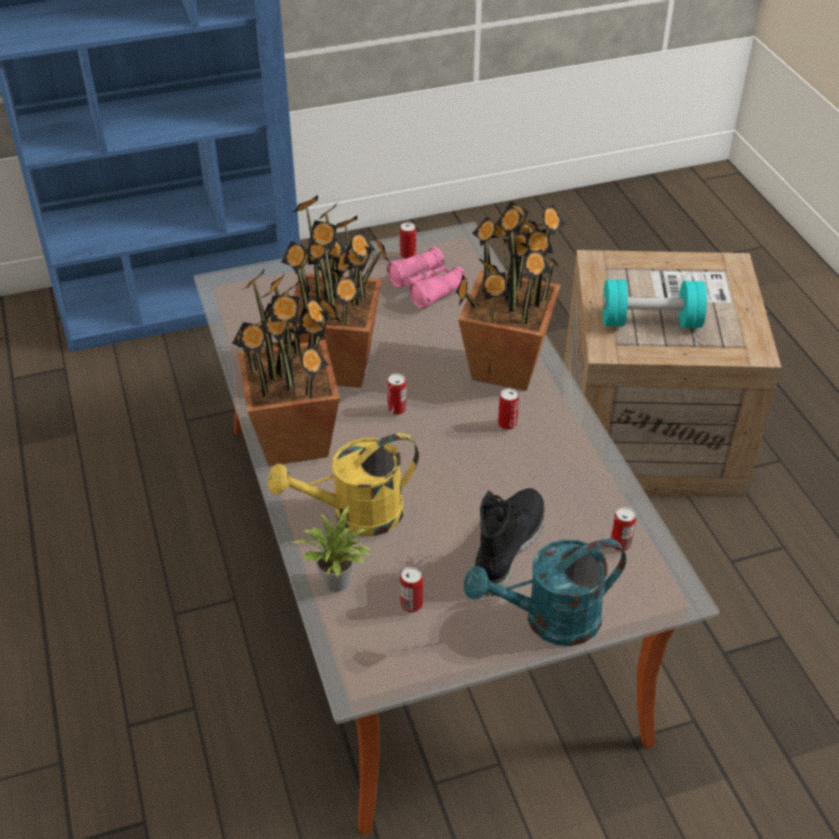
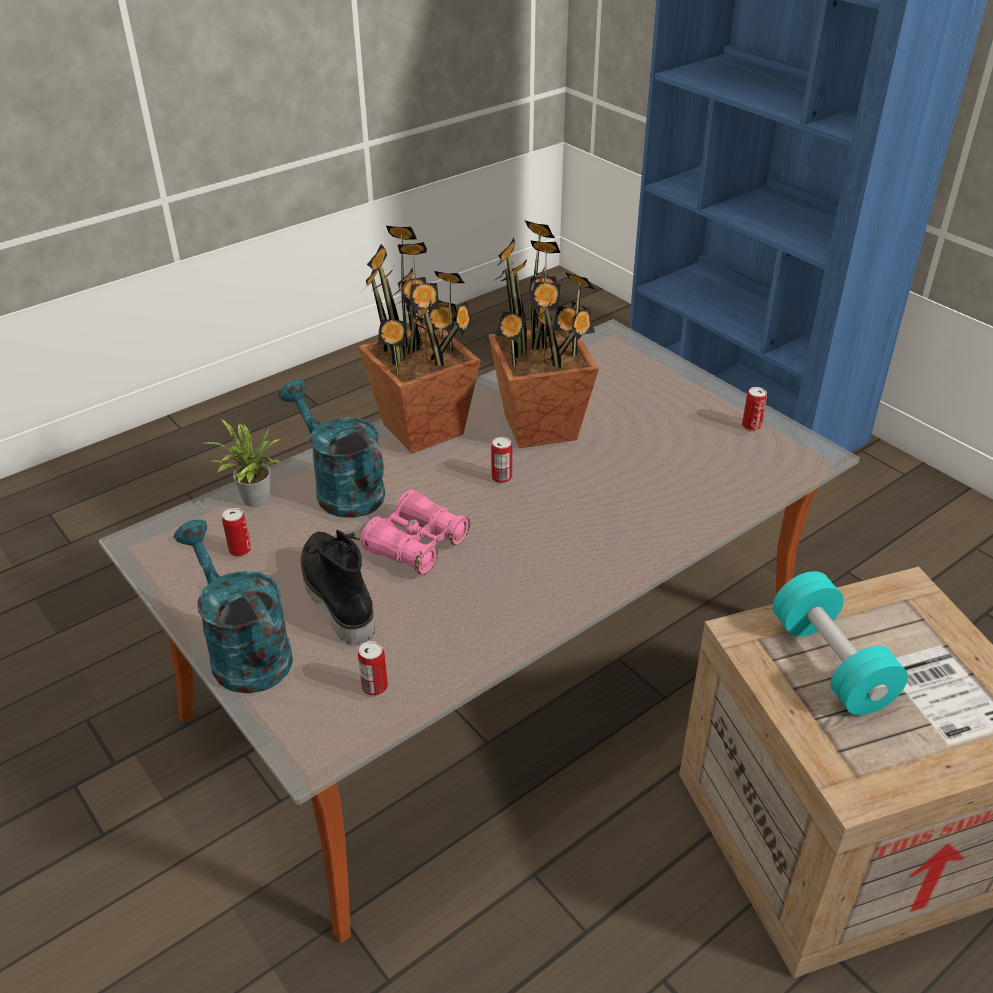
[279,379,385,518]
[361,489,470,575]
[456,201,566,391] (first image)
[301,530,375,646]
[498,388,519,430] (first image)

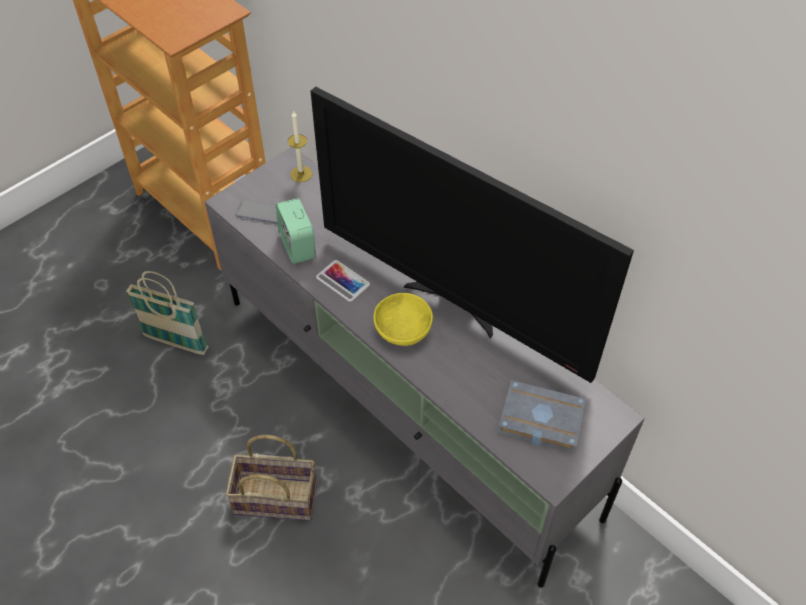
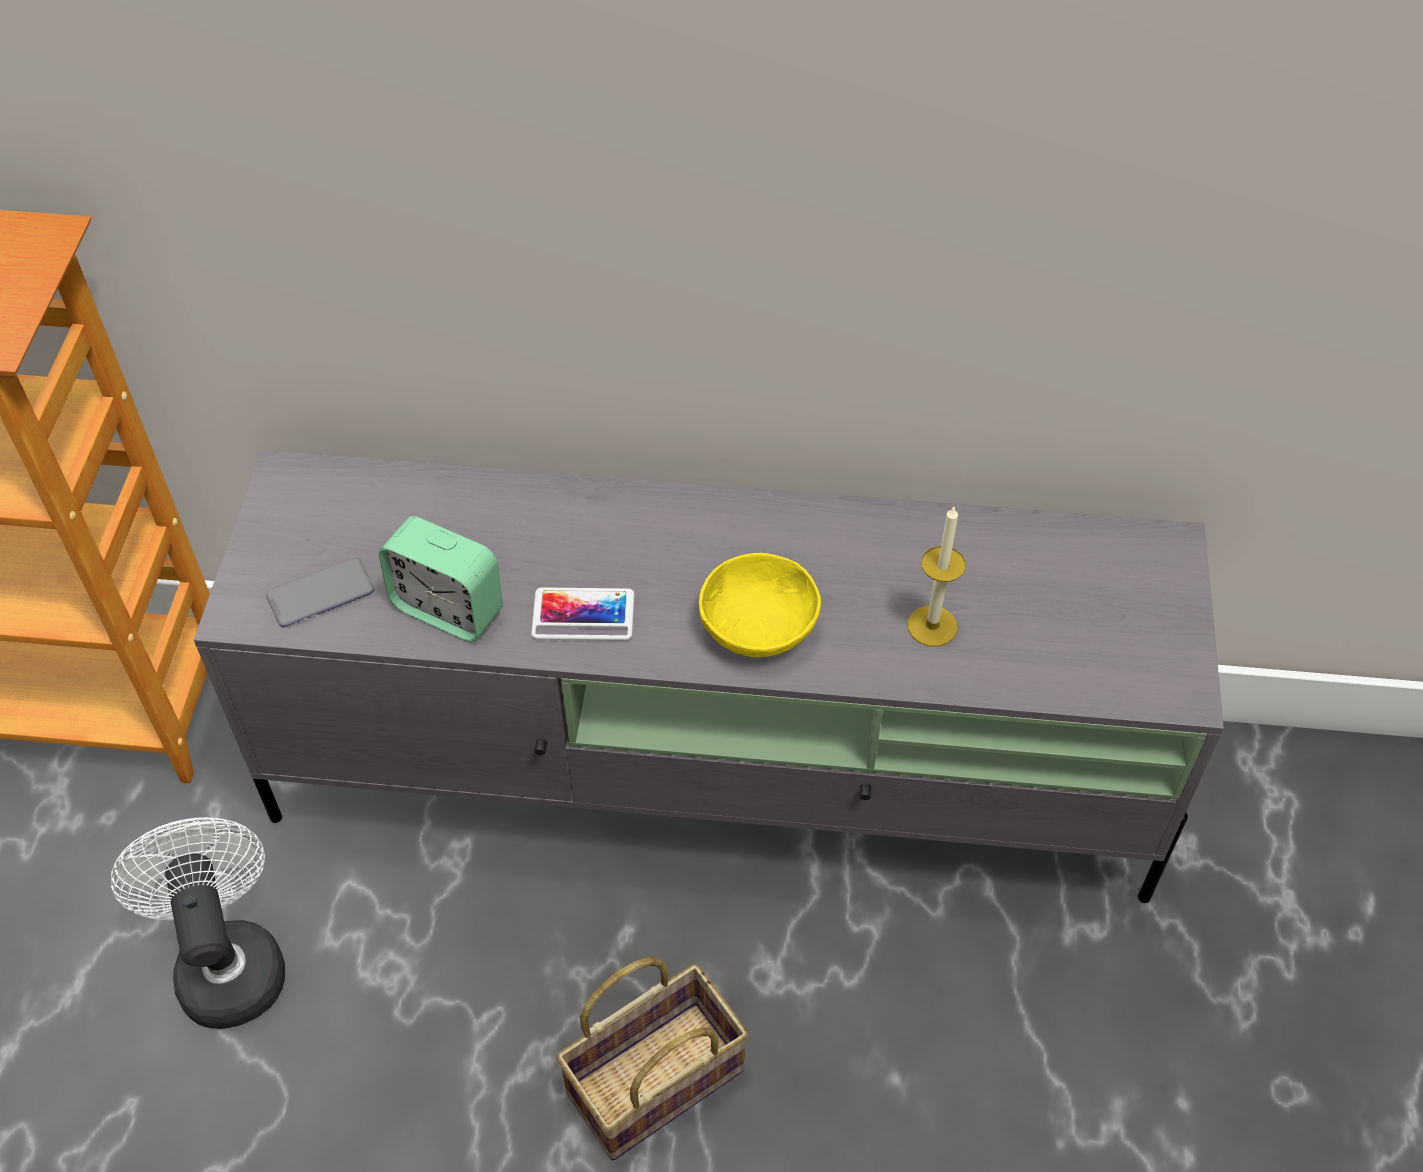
[111,817,285,1029]
[908,507,966,647]
[311,87,634,383] (first image)
[498,380,586,453] (first image)

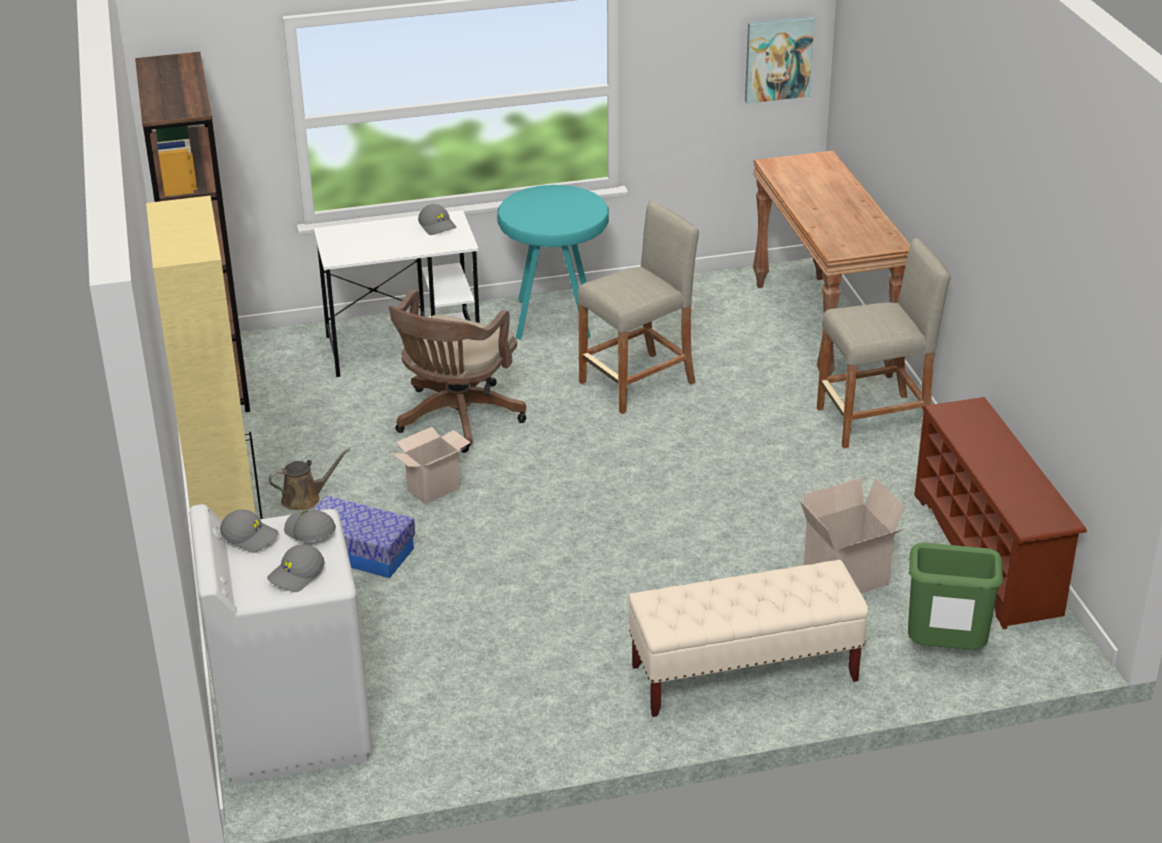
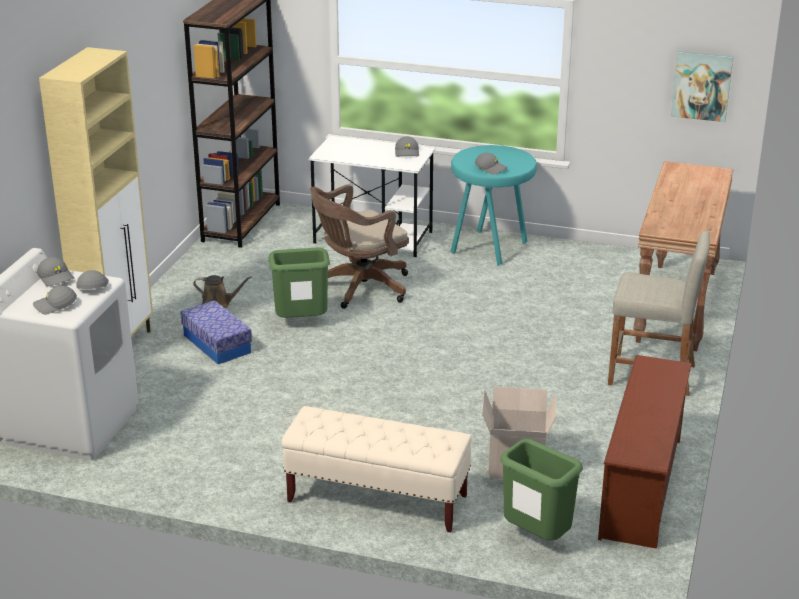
[268,247,330,318]
[577,201,699,414] (first image)
[475,153,507,175]

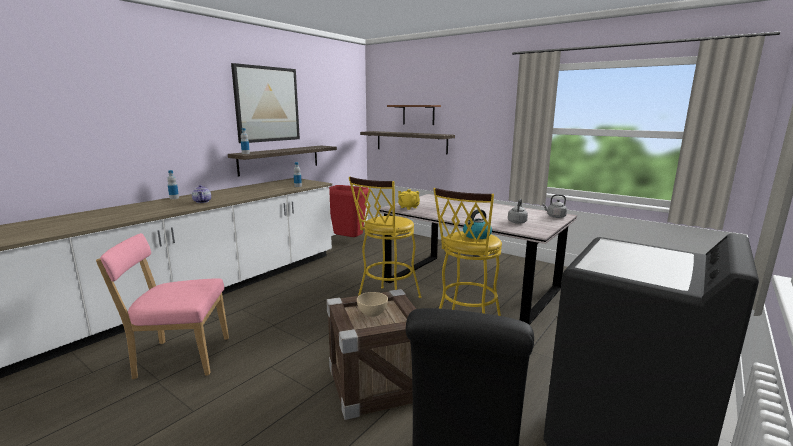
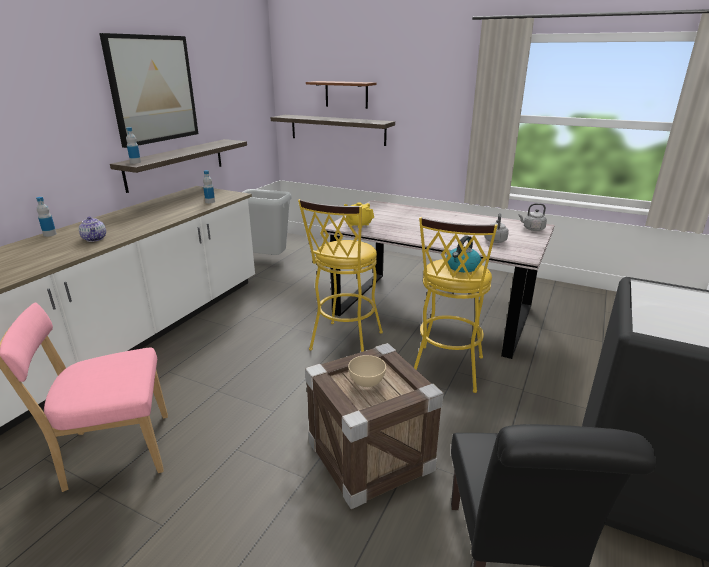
[243,189,292,255]

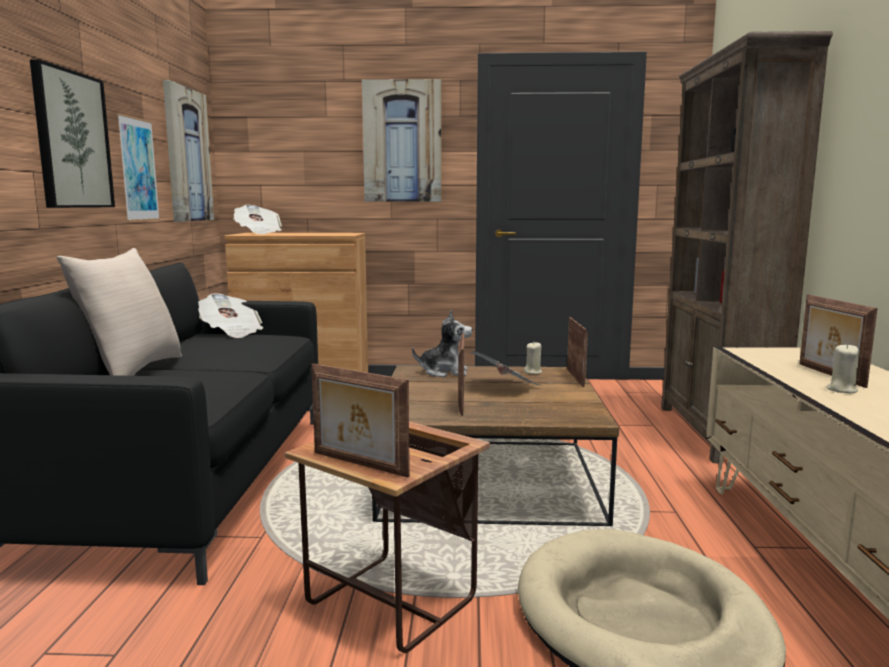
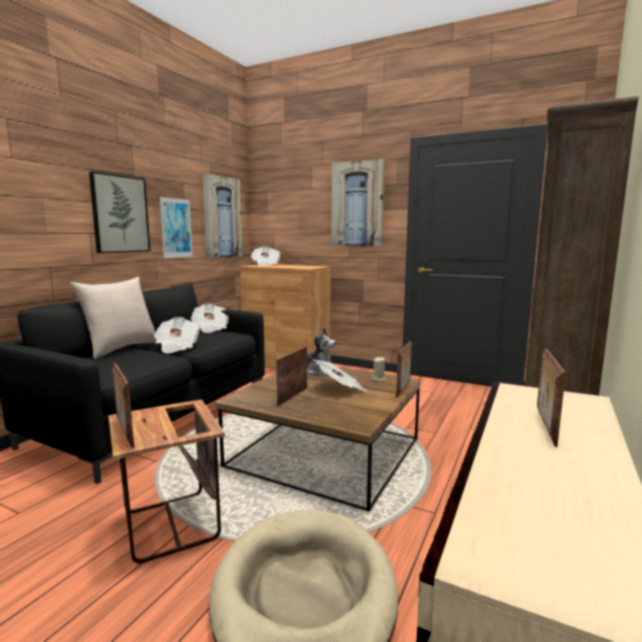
[827,344,860,393] (first image)
[154,317,200,353]

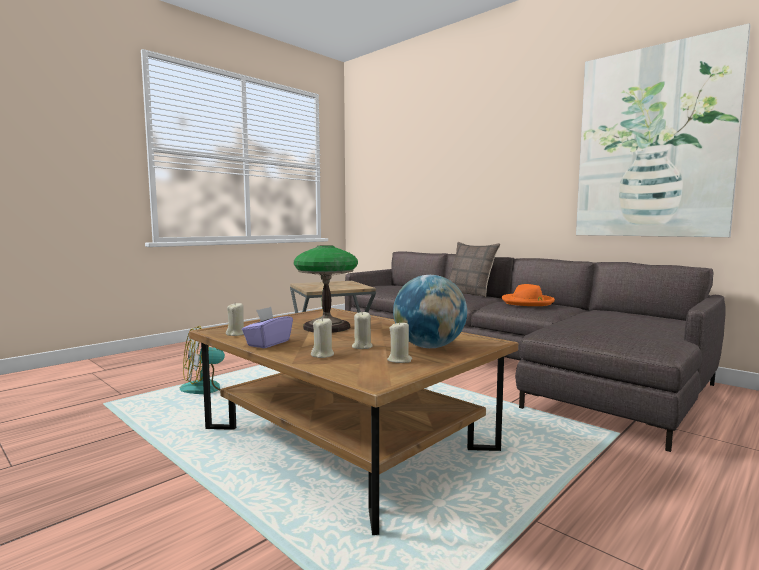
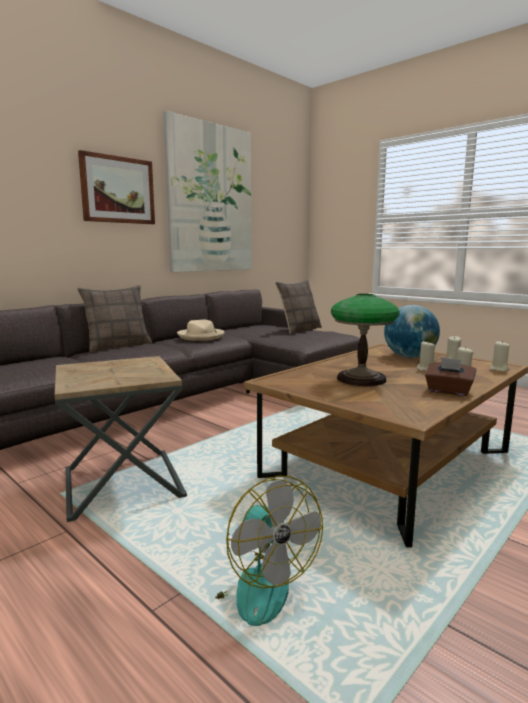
[489,341,510,371]
[425,357,476,396]
[177,320,224,341]
[78,150,155,224]
[275,279,322,335]

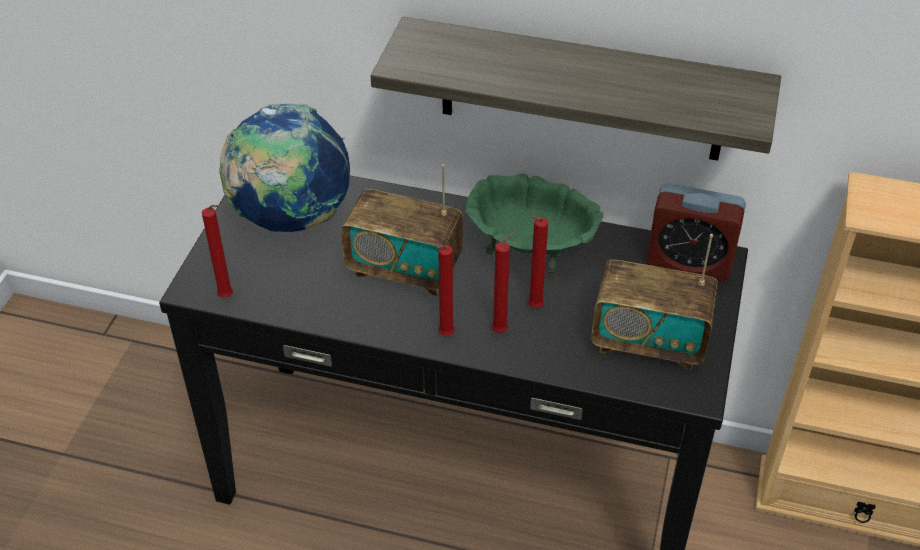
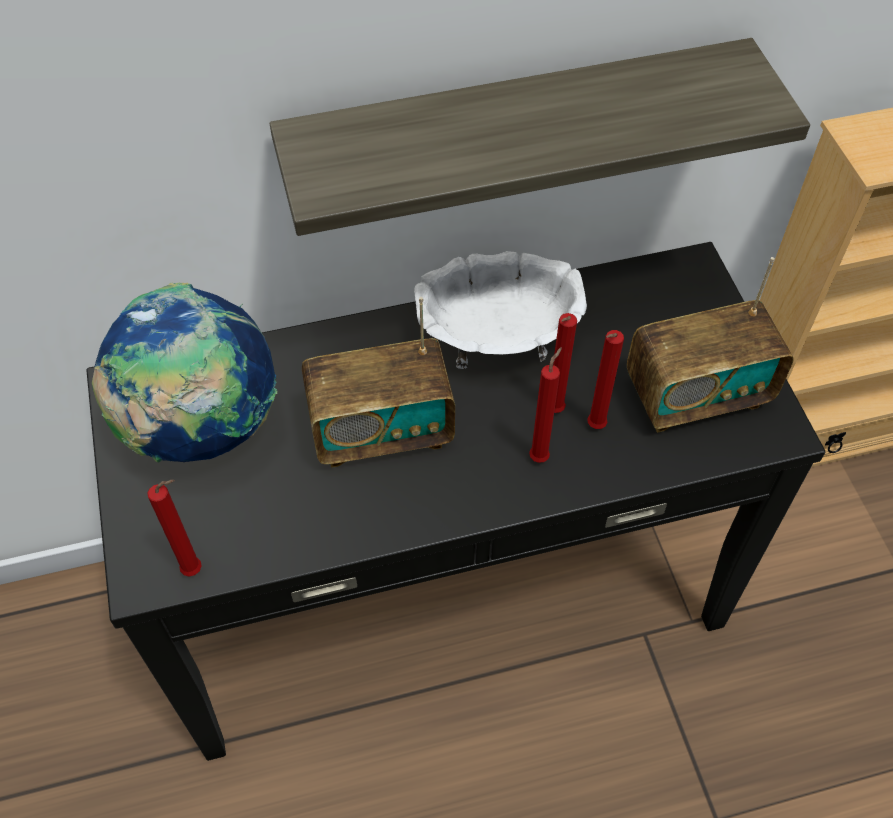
[587,330,624,429]
[414,251,587,369]
[647,183,746,282] (first image)

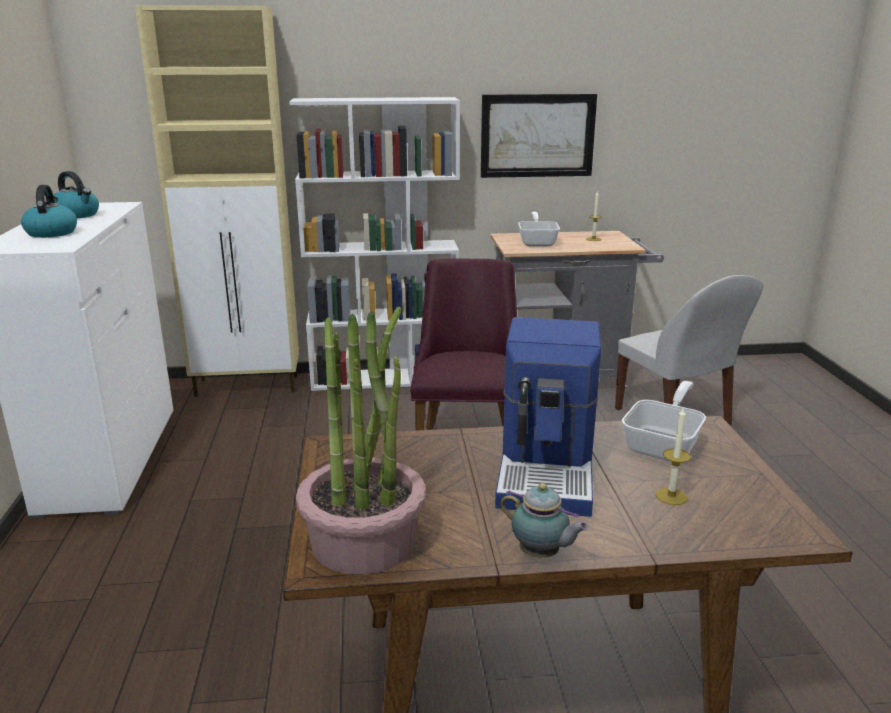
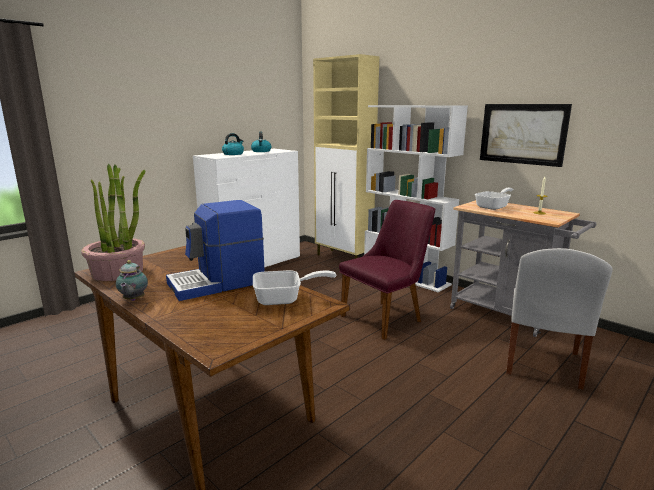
[656,406,691,505] (first image)

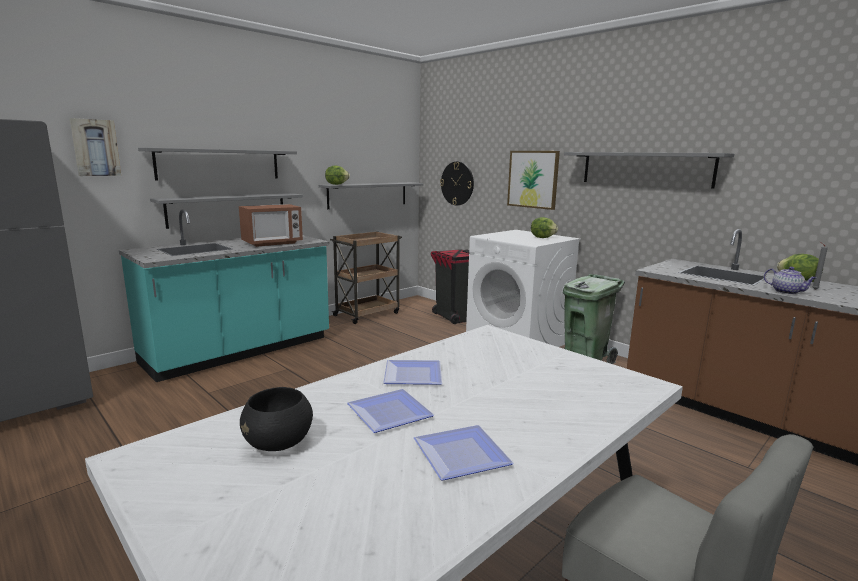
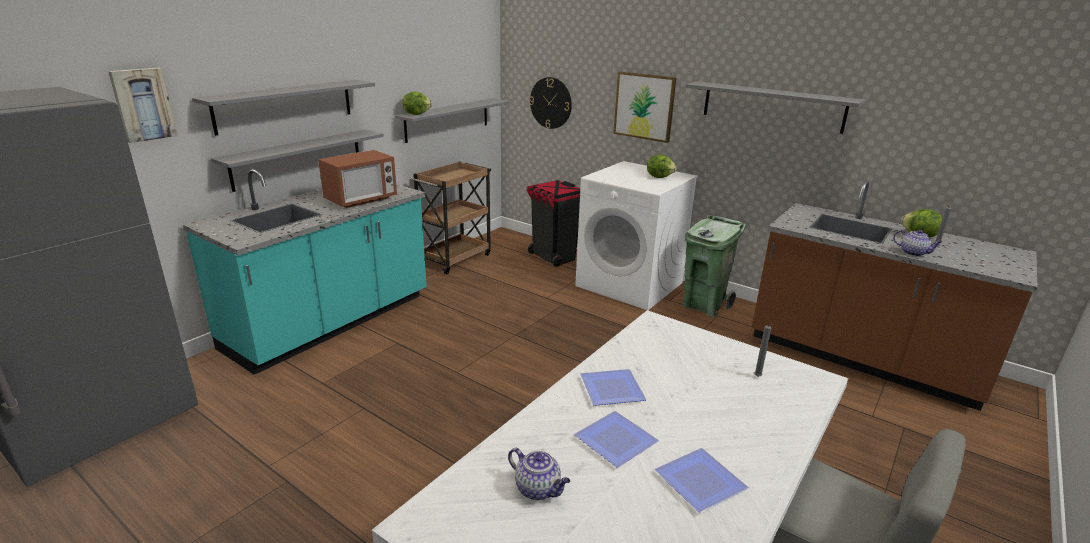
[508,448,570,500]
[754,324,775,377]

